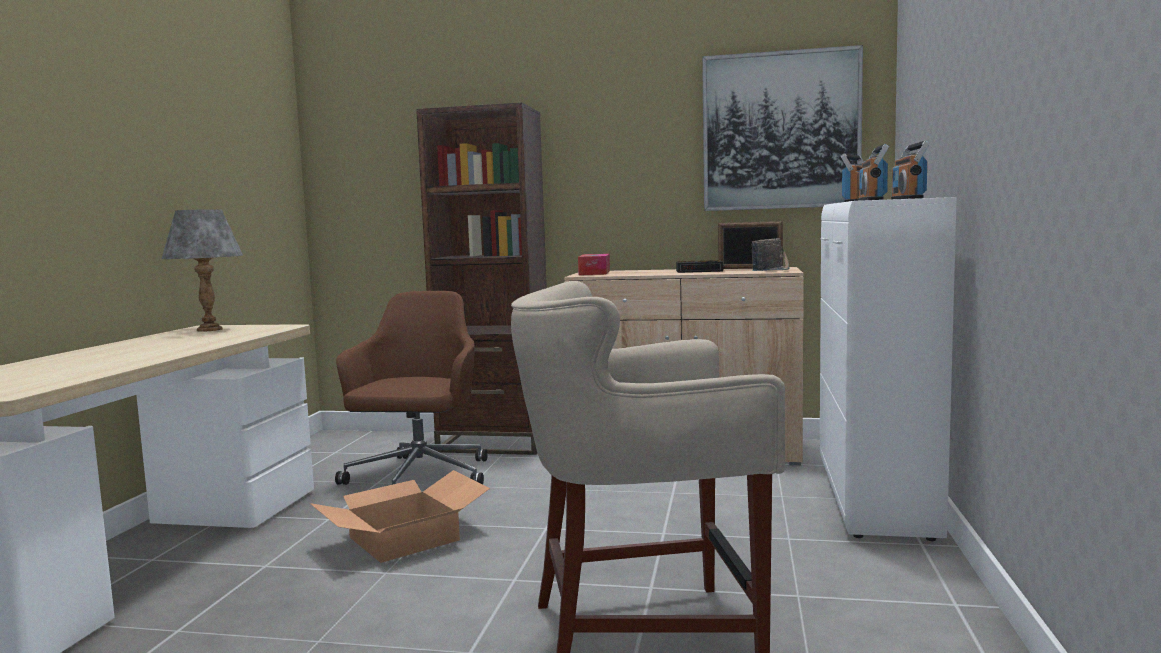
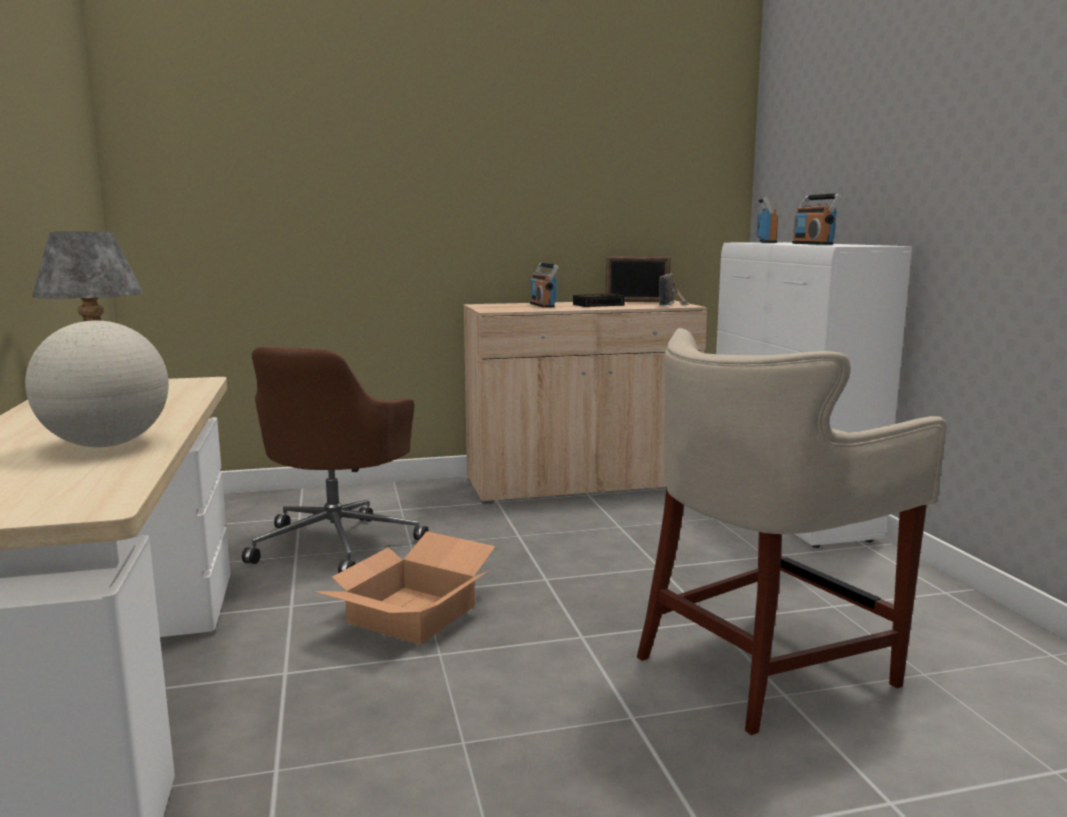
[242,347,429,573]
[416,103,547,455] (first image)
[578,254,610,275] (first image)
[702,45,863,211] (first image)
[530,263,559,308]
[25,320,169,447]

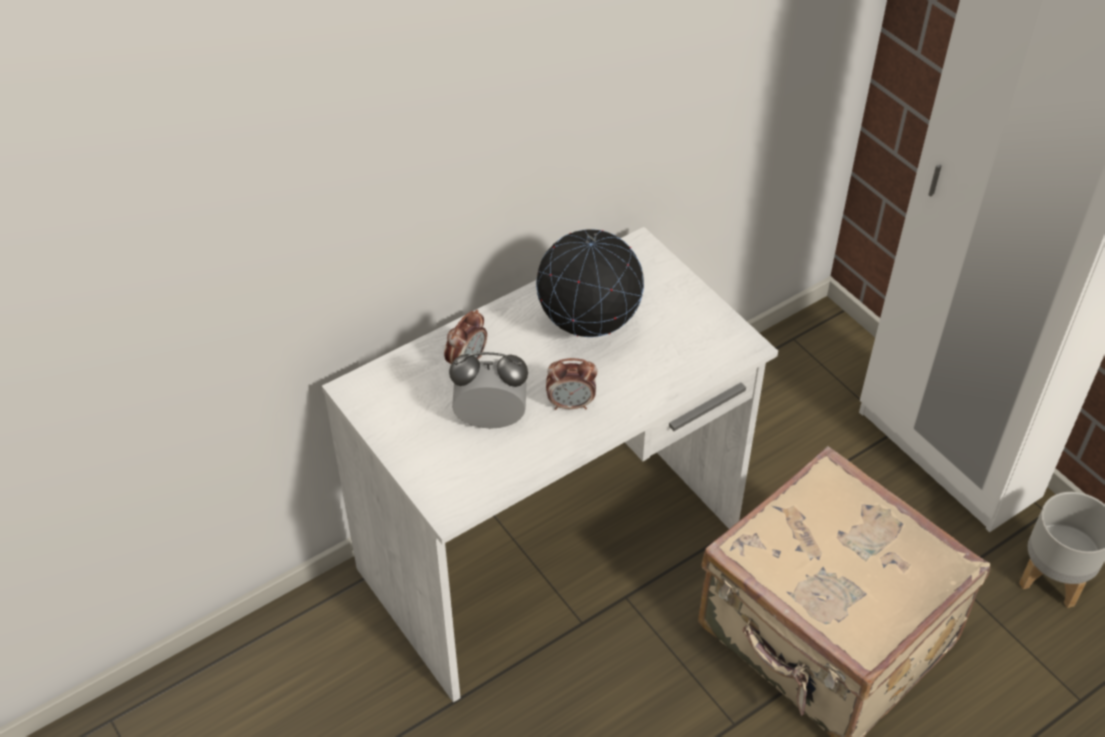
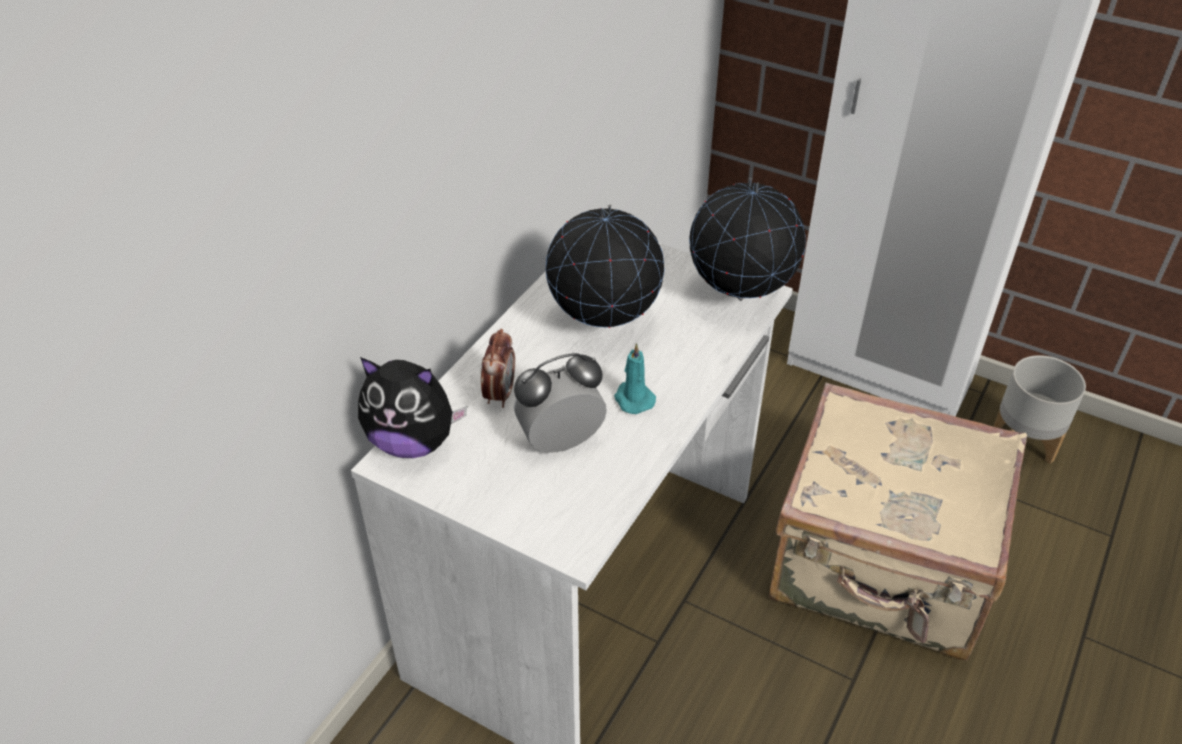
[614,343,656,414]
[358,357,467,458]
[689,178,806,301]

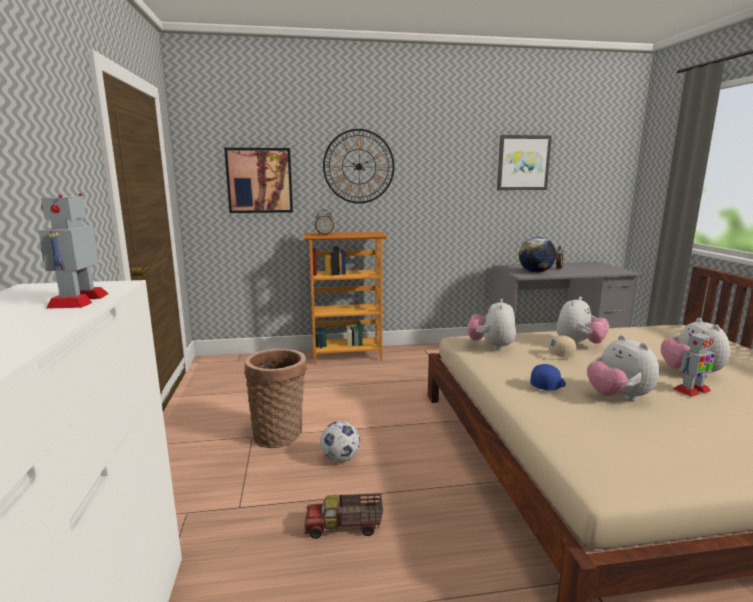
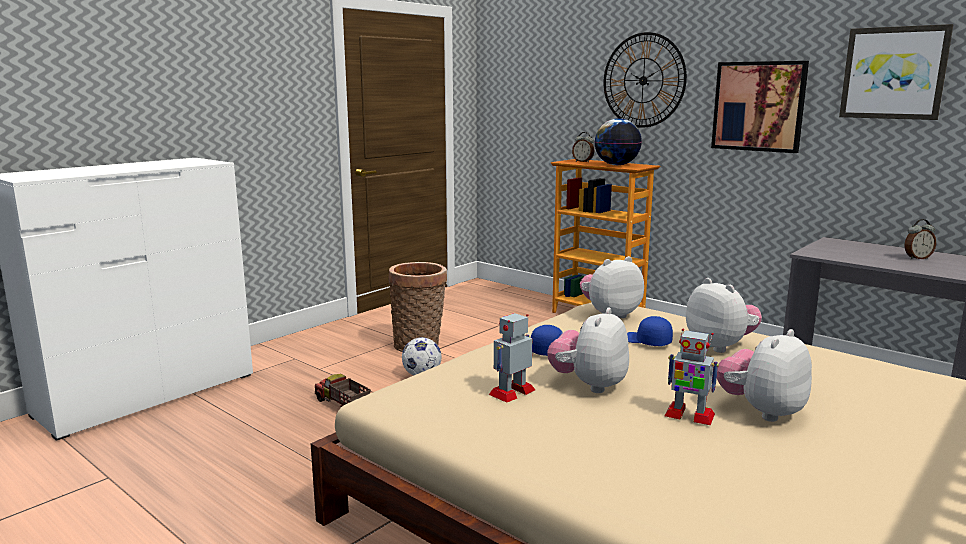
[489,313,535,403]
[711,61,809,153]
[594,118,642,165]
[627,316,673,346]
[686,278,762,353]

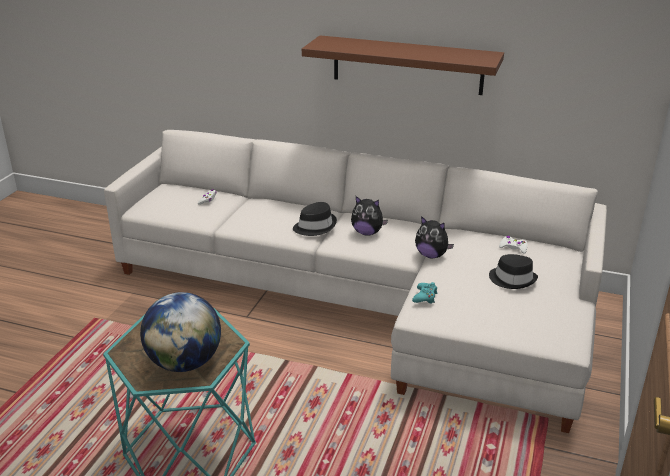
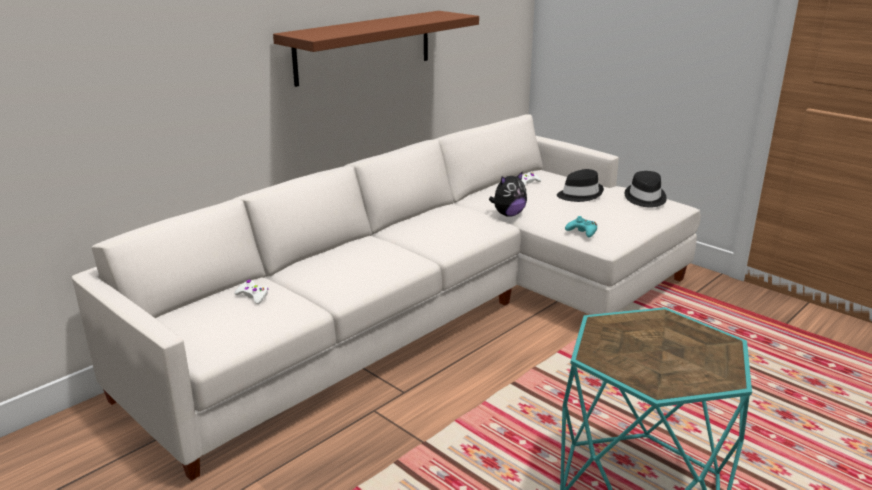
[140,292,221,372] (first image)
[625,171,667,207]
[351,196,388,236] (first image)

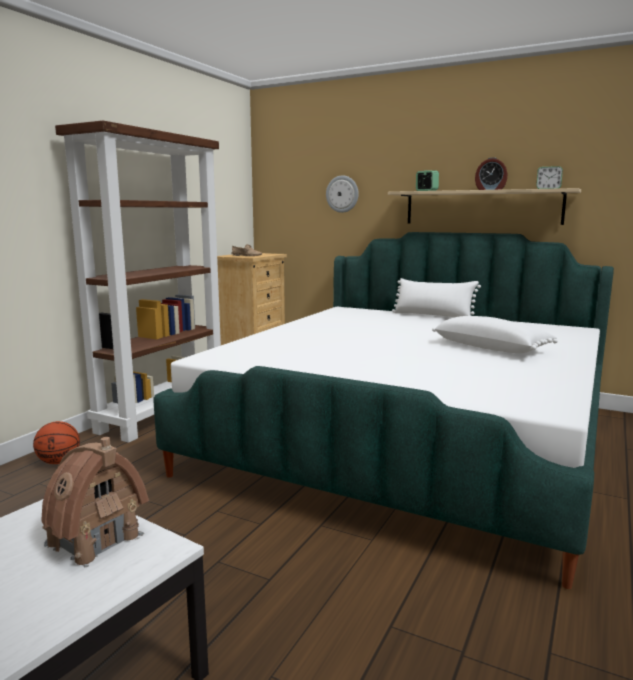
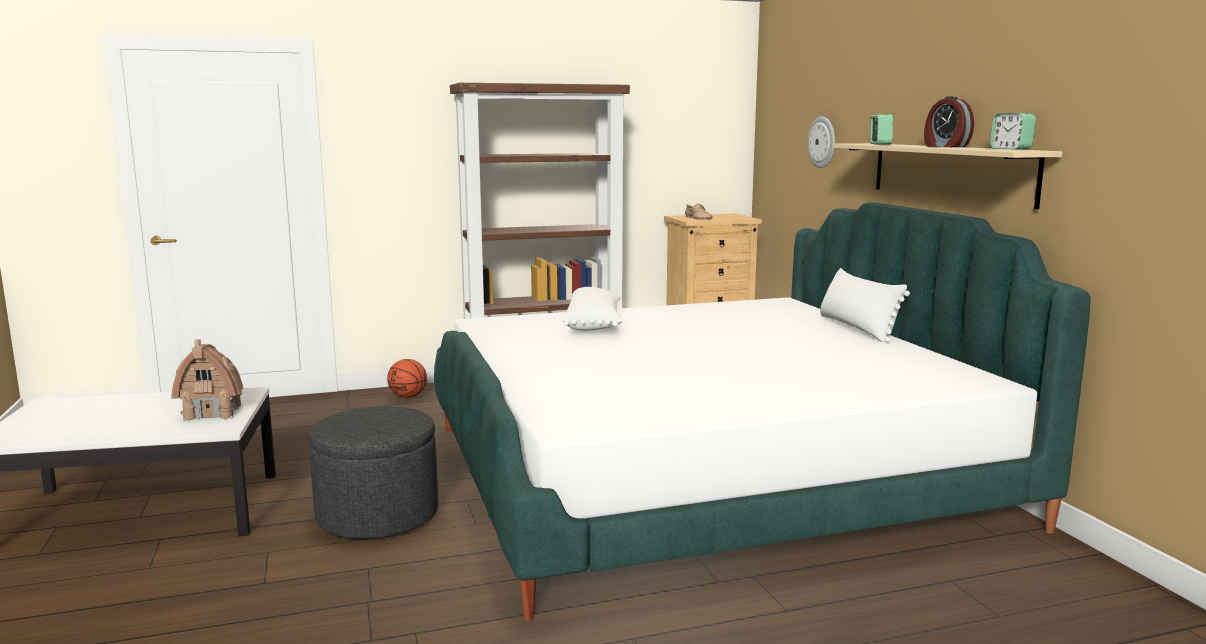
[562,287,623,331]
[309,406,438,539]

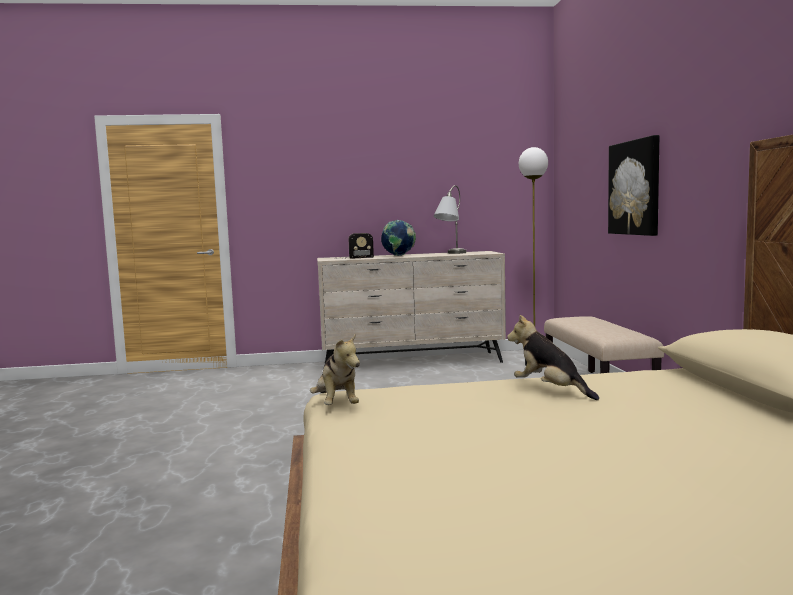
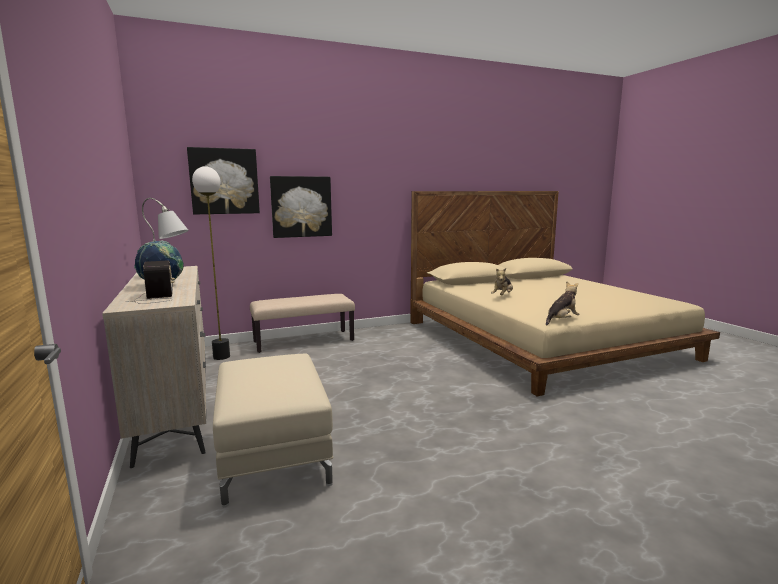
[187,147,260,214]
[213,354,333,507]

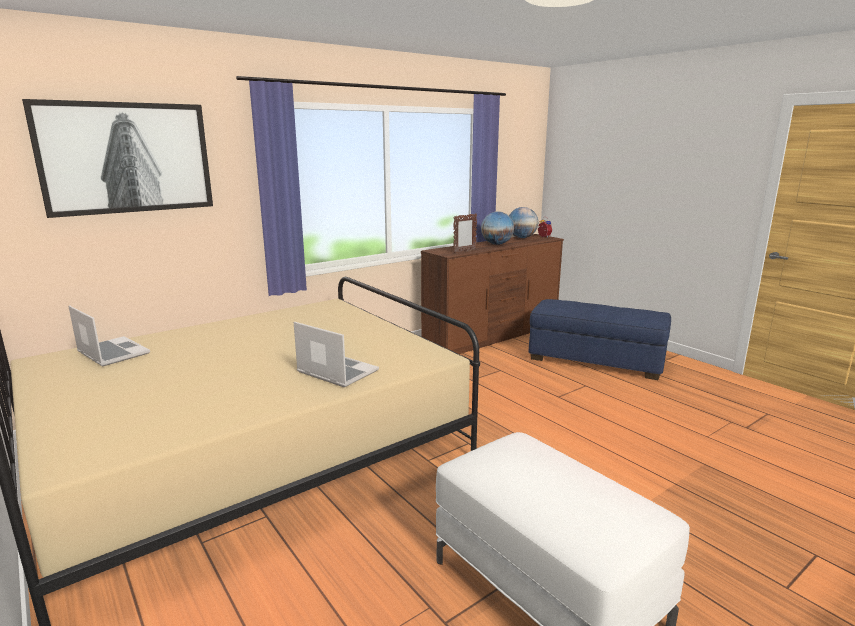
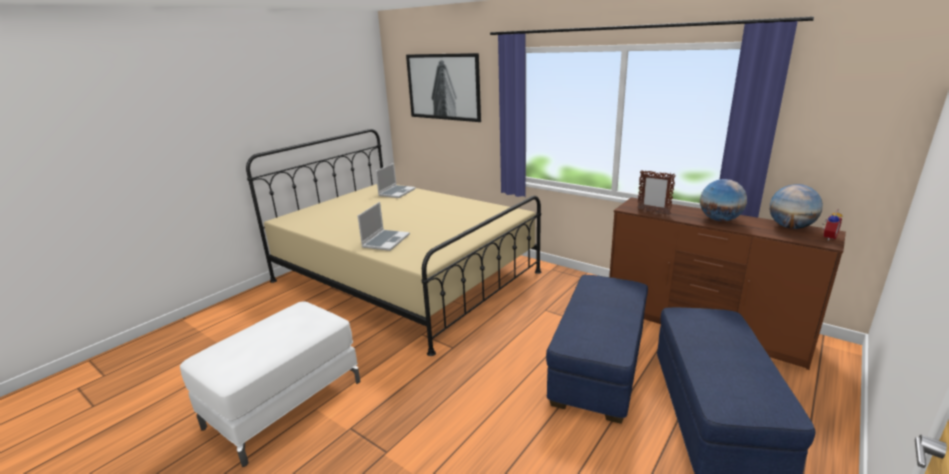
[546,275,648,424]

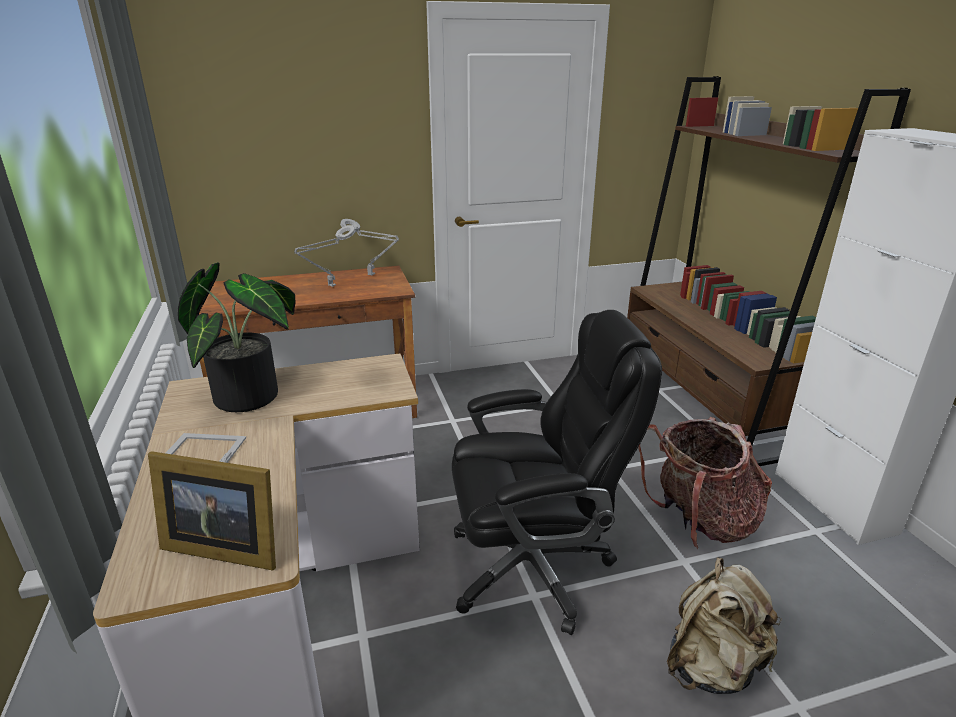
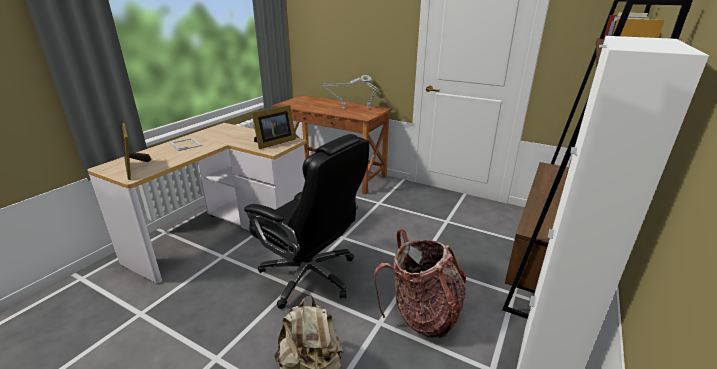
[178,262,295,412] (first image)
[251,105,296,149]

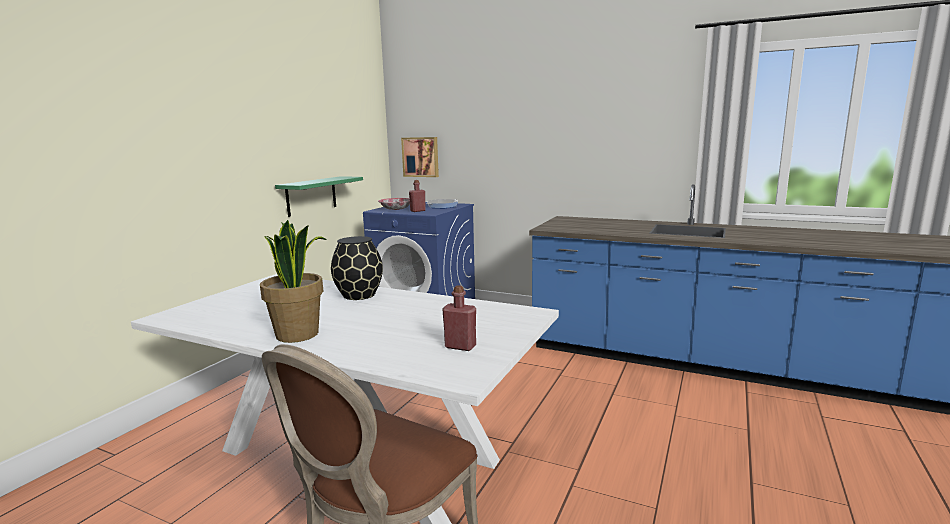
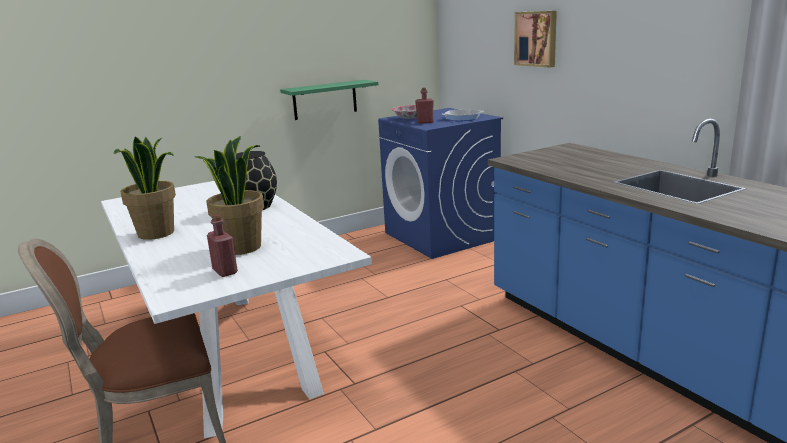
[514,11,557,68]
[194,136,264,255]

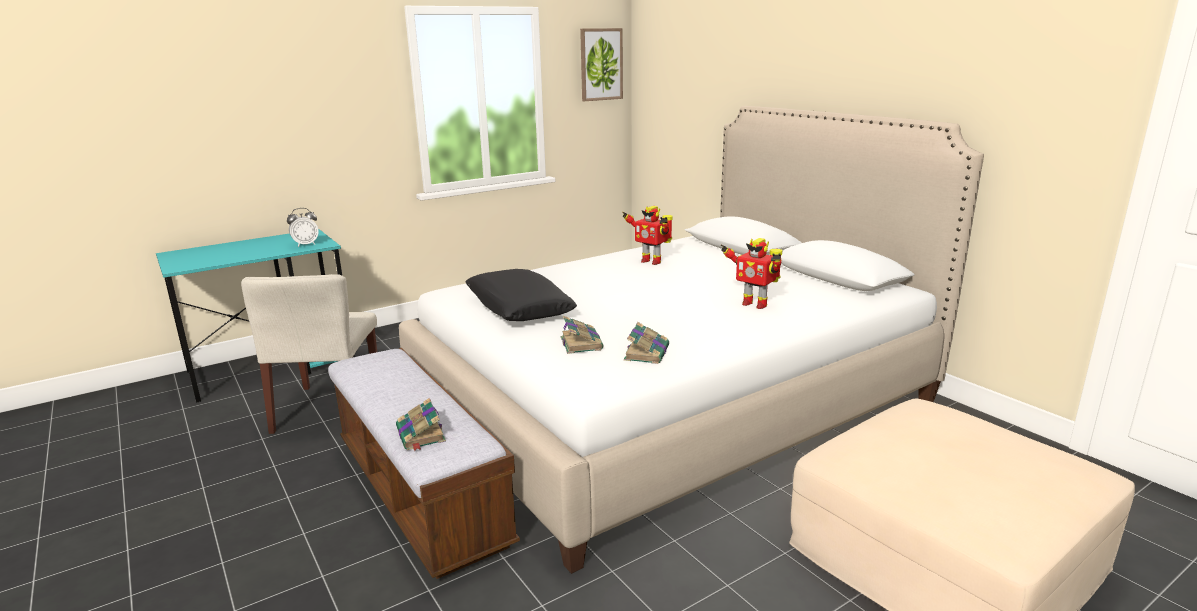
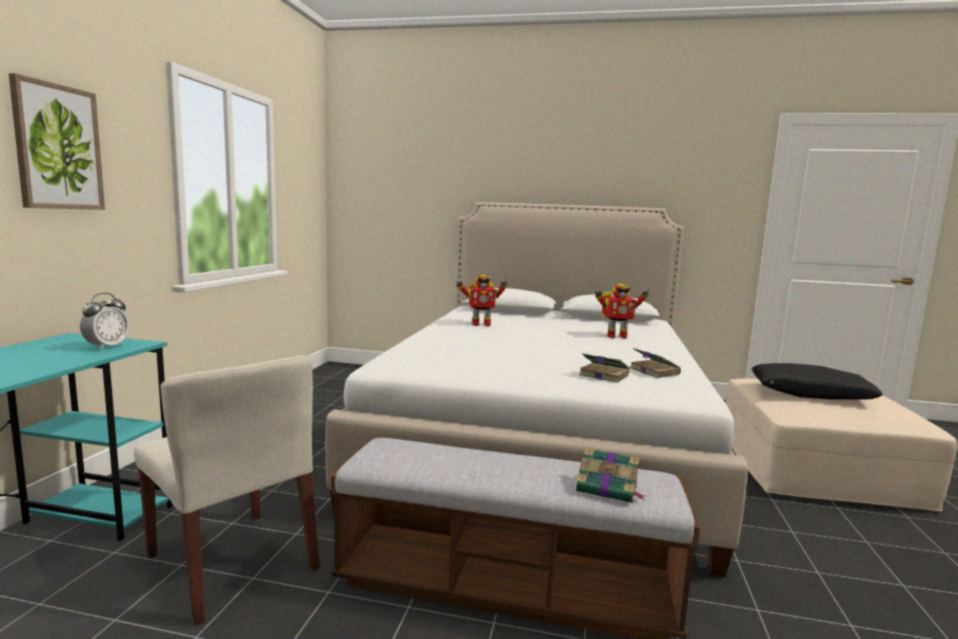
[752,363,883,400]
[9,73,105,210]

